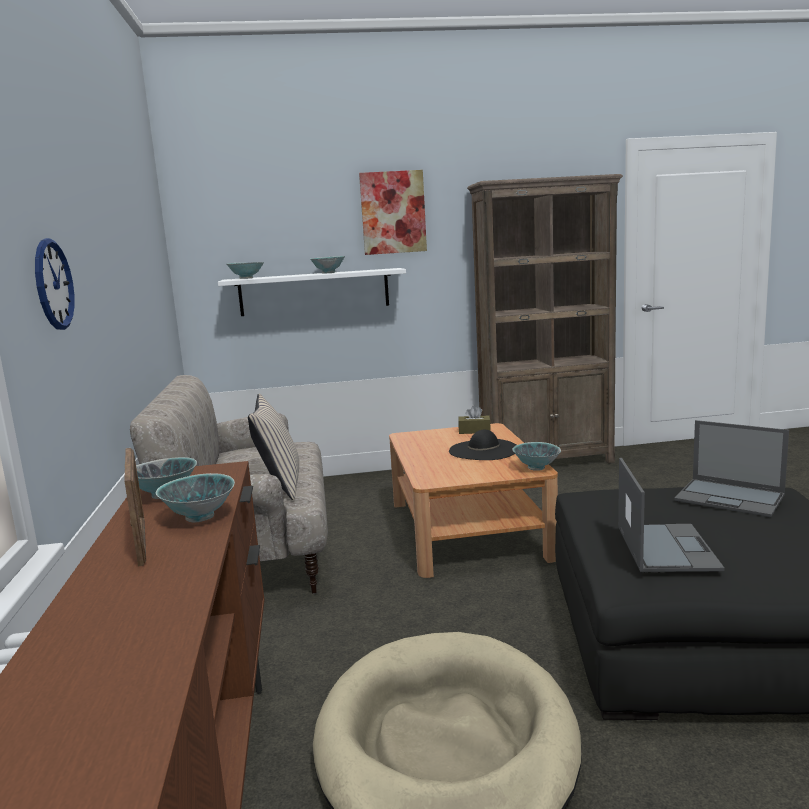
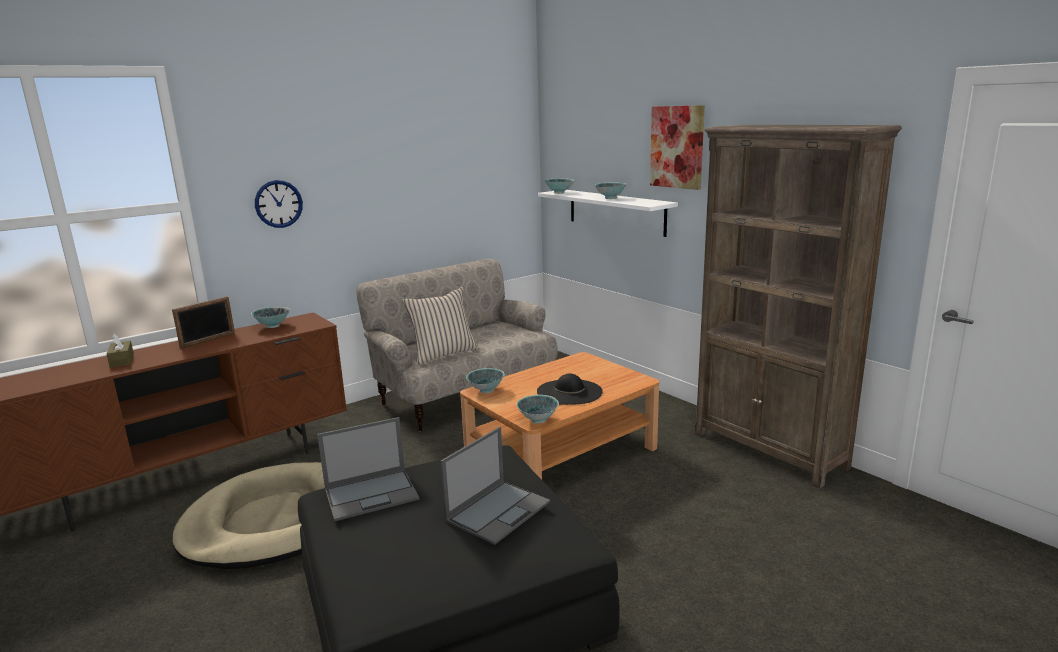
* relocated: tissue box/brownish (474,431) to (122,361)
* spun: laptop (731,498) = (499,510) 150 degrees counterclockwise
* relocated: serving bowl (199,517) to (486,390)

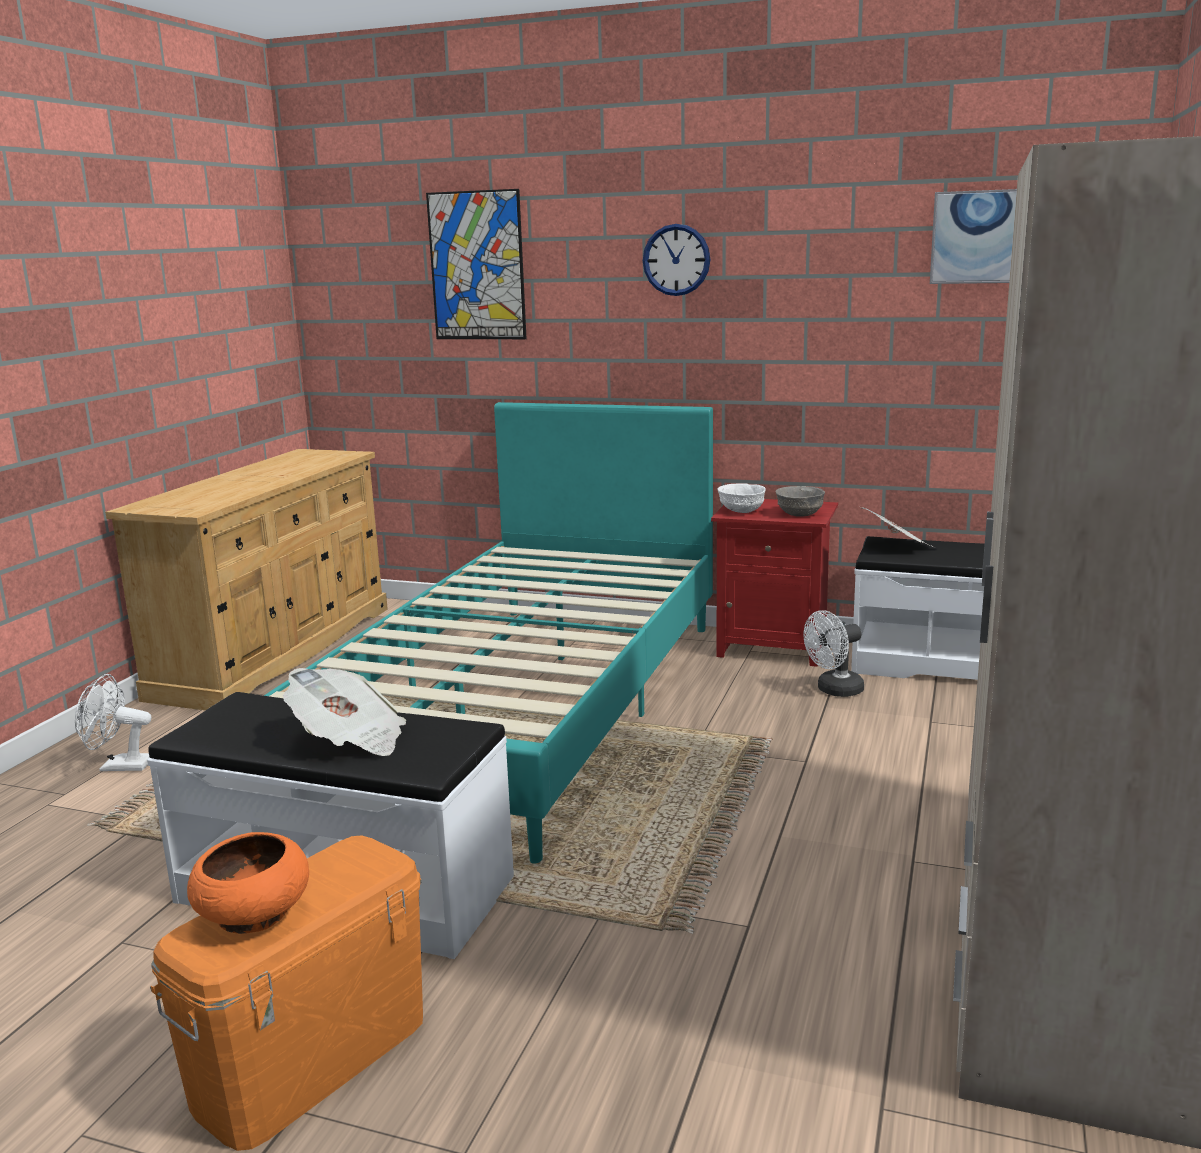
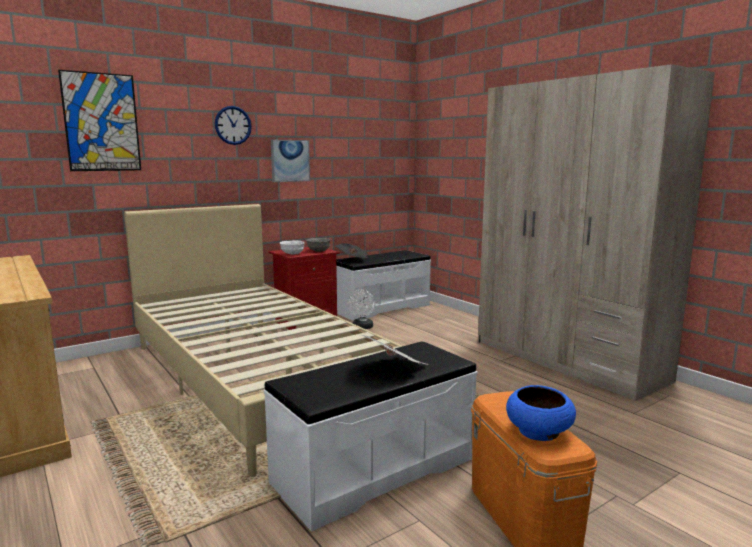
* relocated: wall picture (978,237) to (290,160)
* colour: sleeping bed/turquoise (524,706) to sleeping bed/beige-coloured (257,377)
* missing: electric fan/white-coloured (118,766)
* colour: serving bowl/orange (253,915) to serving bowl/blue (539,432)

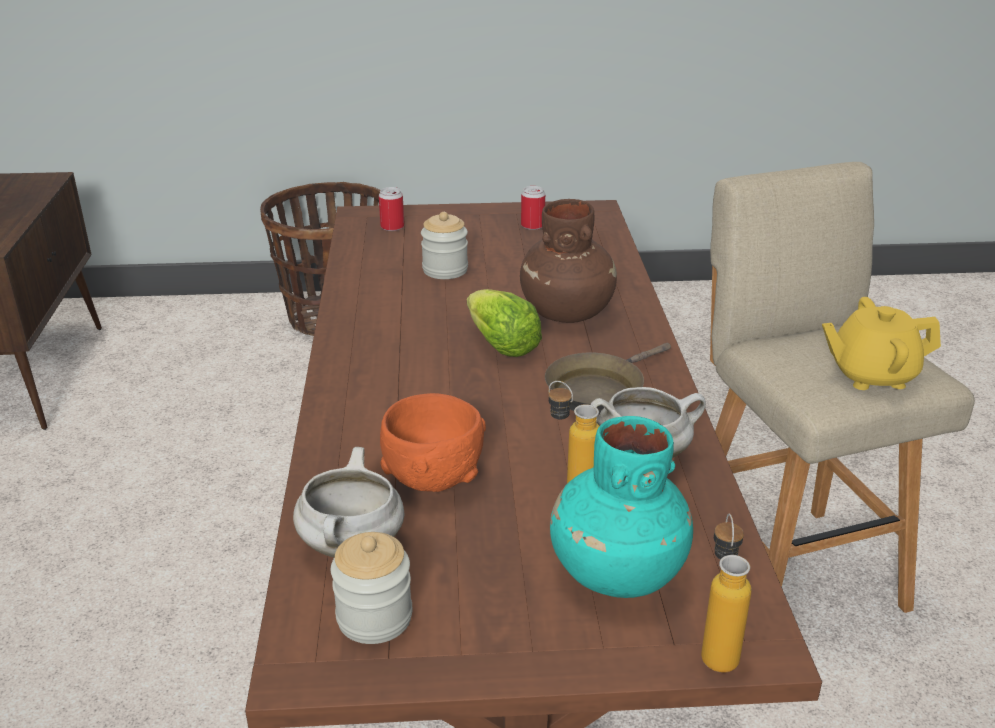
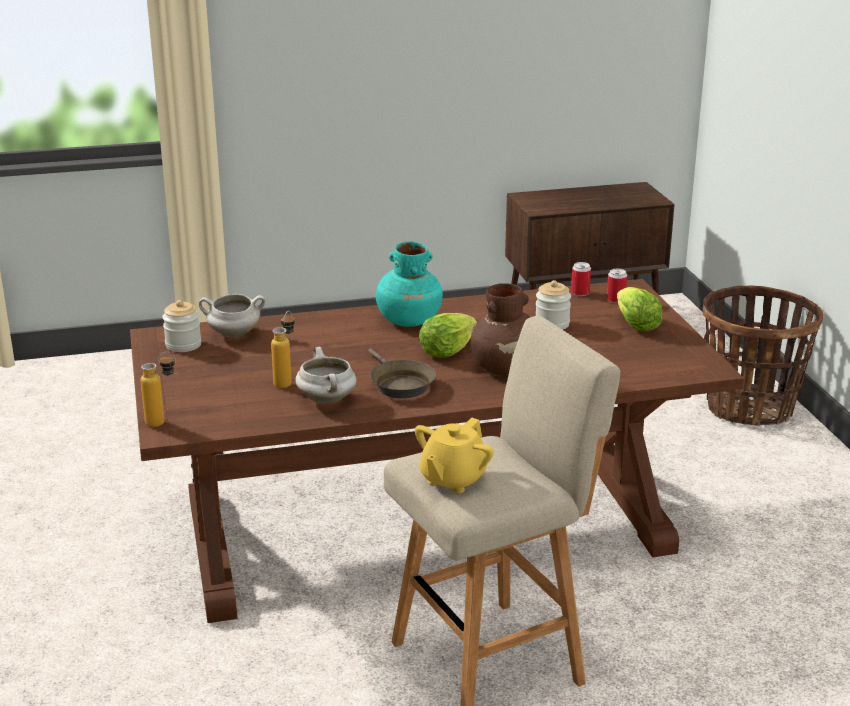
* relocated: can (532,226) to (580,293)
* spun: pot for tea/yellow-coloured (871,375) = (452,479) 135 degrees counterclockwise
* spun: skillet/brownish (599,391) = (399,384) 150 degrees counterclockwise
* missing: serving bowl/orange (433,478)
* relocated: flower vase/turquoise (616,573) to (408,320)
* appeared: lettuce head (636,325)

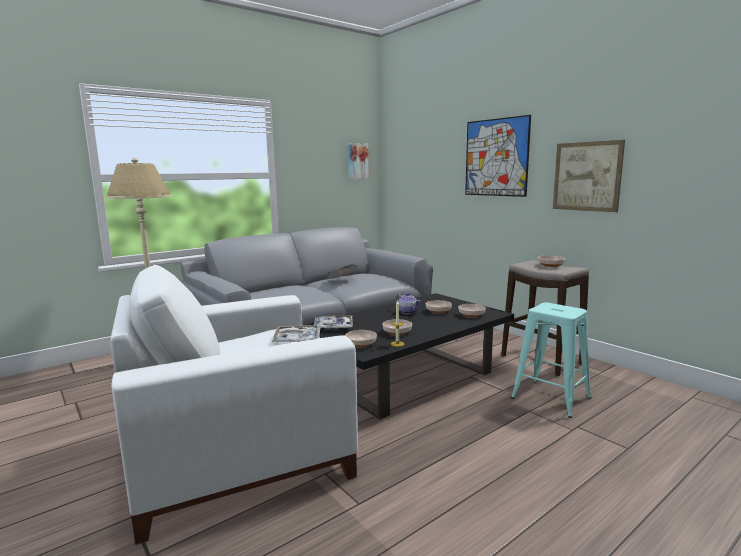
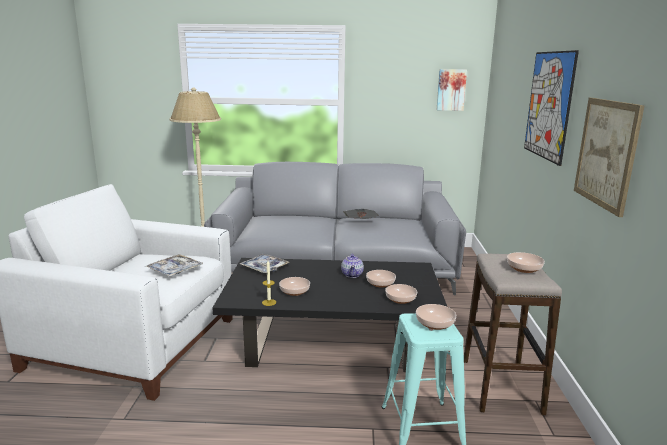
* relocated: serving bowl (360,344) to (434,323)

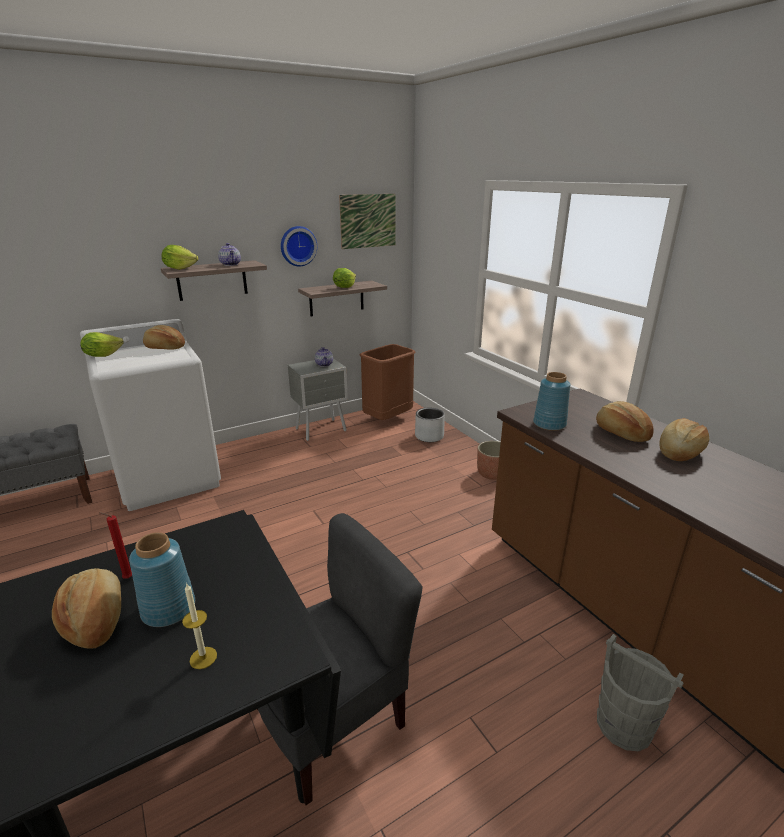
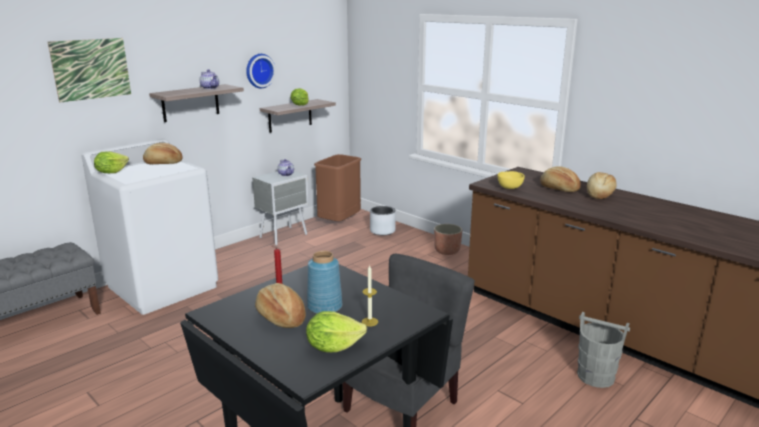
* relocated: wall picture (368,221) to (91,69)
* relocated: lettuce head (180,268) to (333,346)
* exchanged: flower vase/blue (550,424) to serving bowl/yellow-coloured (510,188)

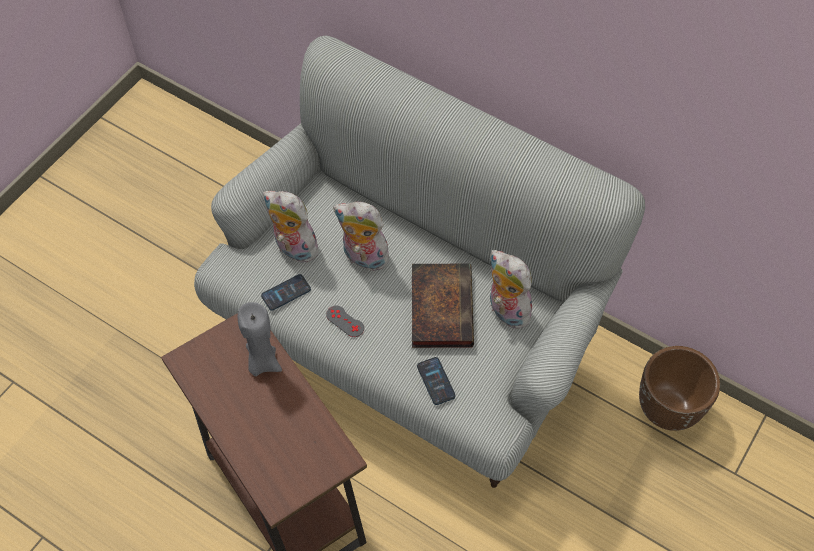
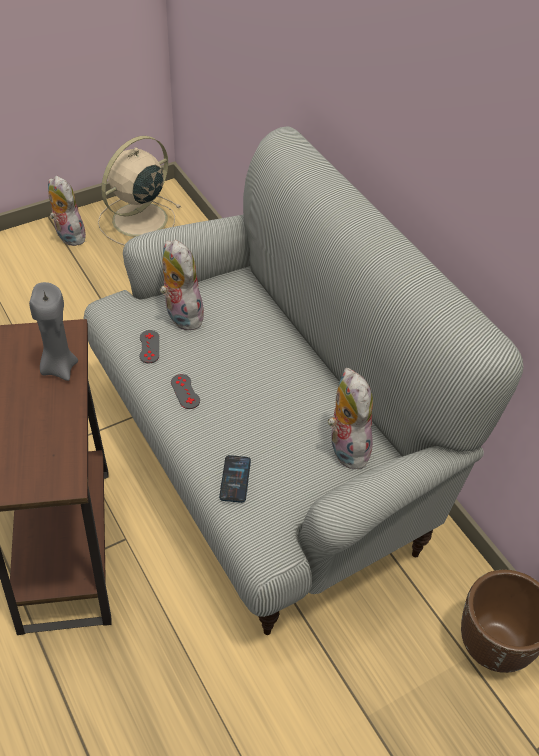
* relocated: cuddly toy (363,258) to (68,236)
* missing: volume (440,306)
* exchanged: handset (286,292) to game controller/grey (149,347)
* appeared: electric fan/beige-coloured (138,221)

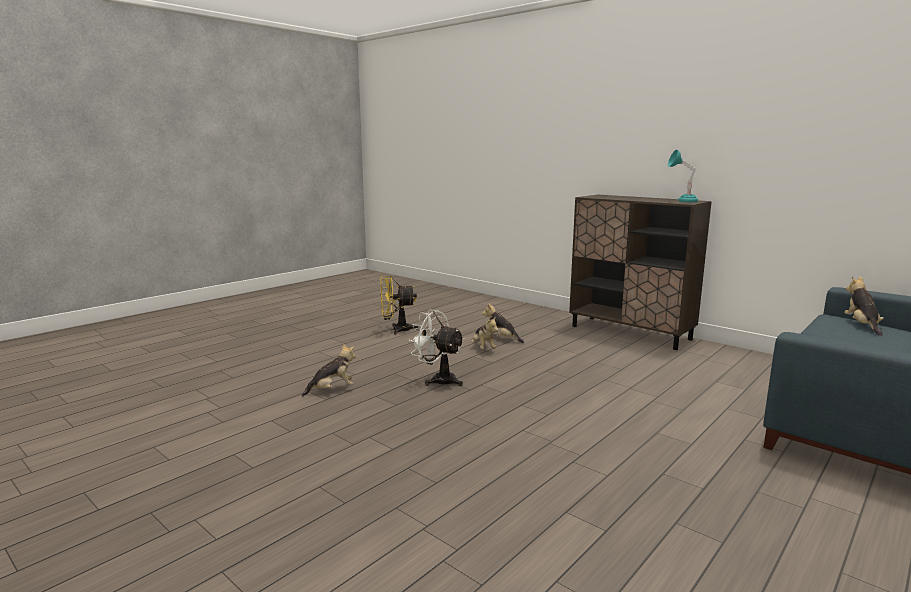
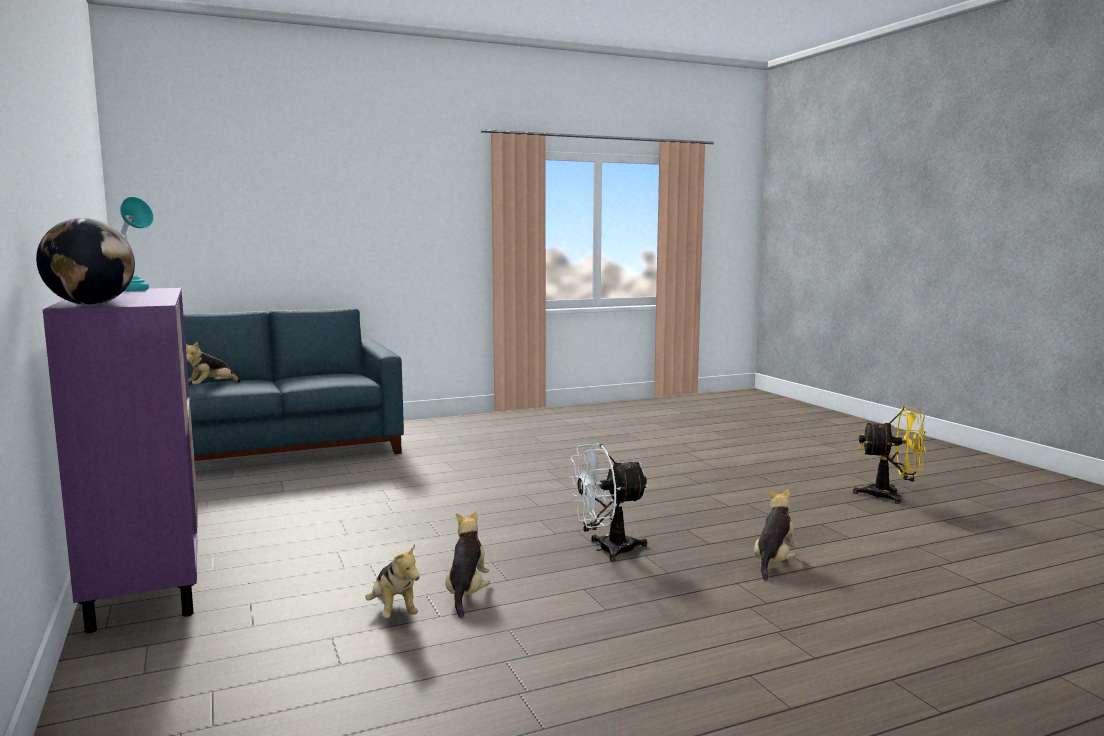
* colour: cupboard/brownish (630,333) to cupboard/purple (147,573)
* relocated: electric fan/yellow-coloured (396,330) to (891,496)
* spun: electric fan/white-coloured (438,379) = (606,550) 105 degrees clockwise
* spun: cuddly toy (332,390) = (774,562) 120 degrees clockwise
* appeared: globe (91,304)

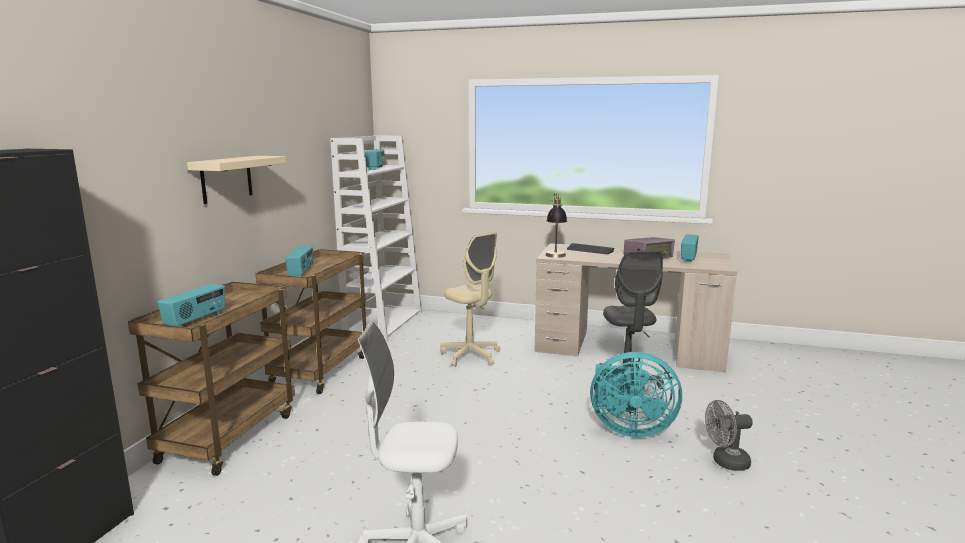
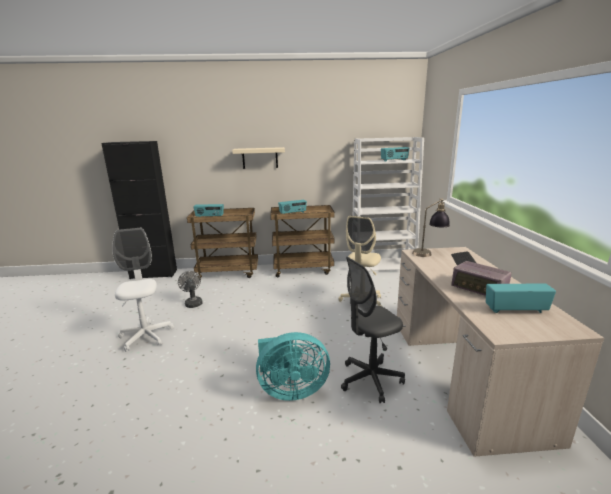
* spun: electric fan/turquoise (628,428) = (290,390) 90 degrees counterclockwise
* relocated: electric fan/grey (725,462) to (193,302)

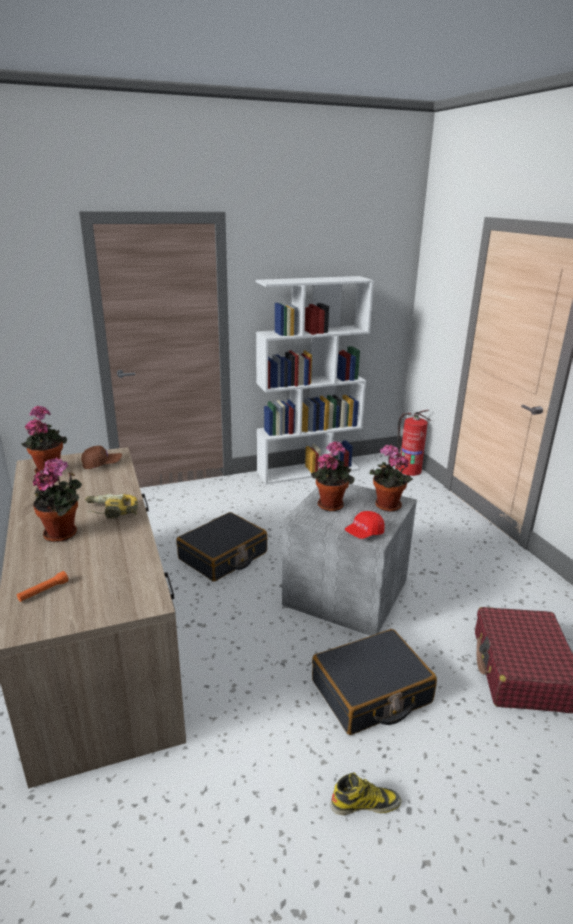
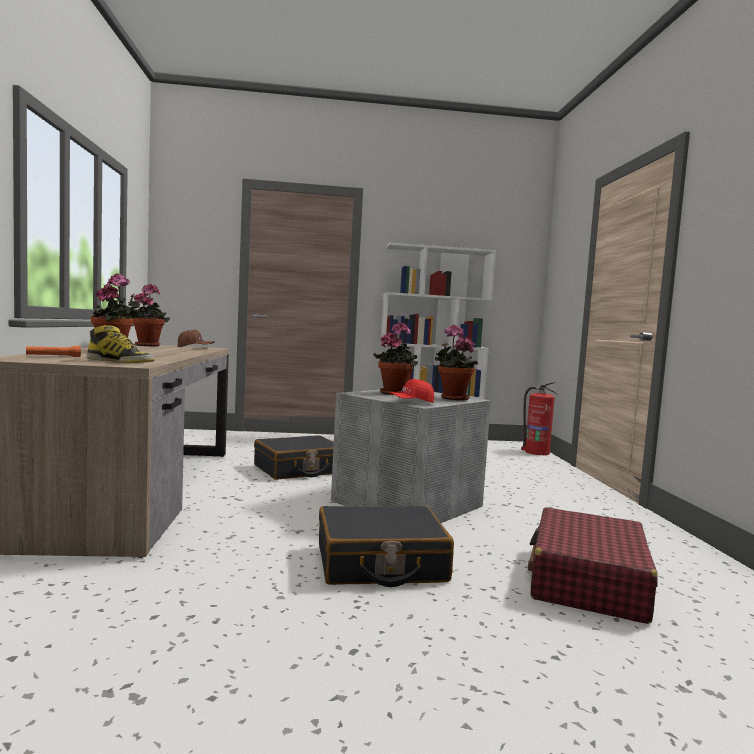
* missing: power drill (111,511)
* relocated: high-top boot (365,803) to (121,362)

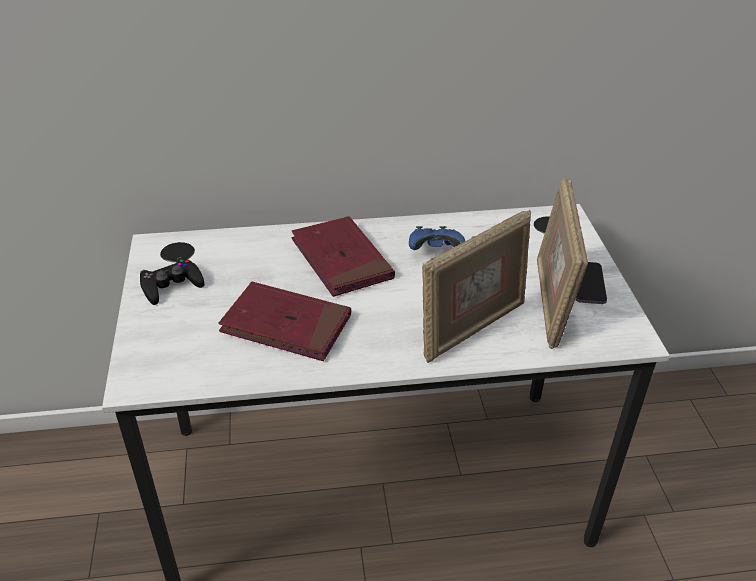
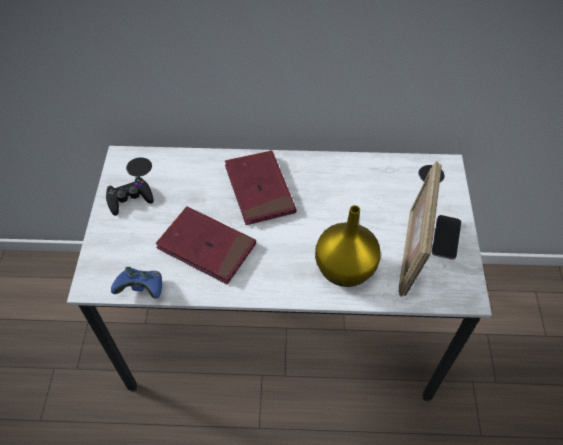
* exchanged: photo frame (472,328) to flower vase/yellow-coloured (344,268)
* relocated: game controller/blue (435,251) to (141,289)

